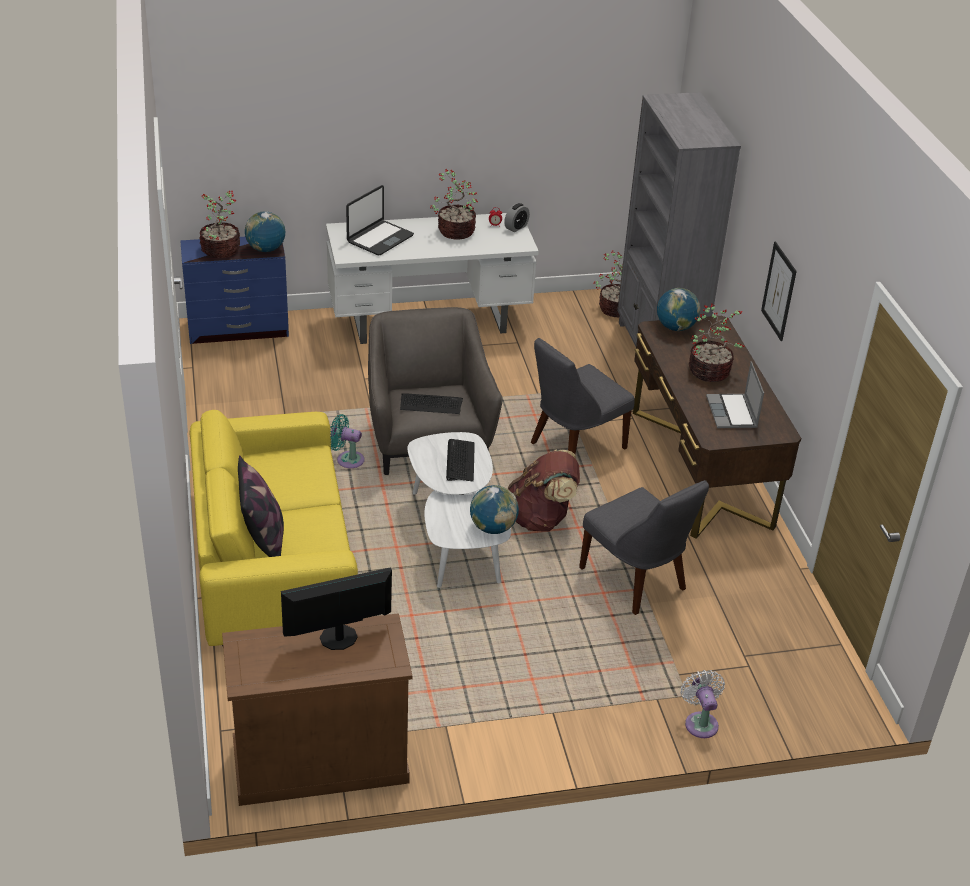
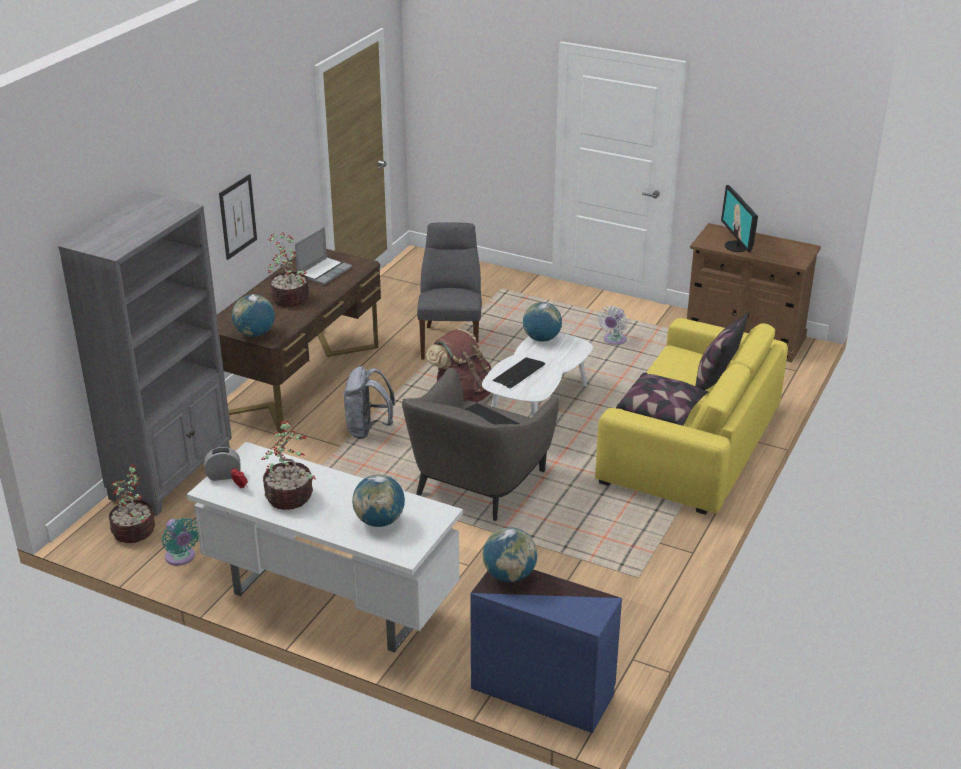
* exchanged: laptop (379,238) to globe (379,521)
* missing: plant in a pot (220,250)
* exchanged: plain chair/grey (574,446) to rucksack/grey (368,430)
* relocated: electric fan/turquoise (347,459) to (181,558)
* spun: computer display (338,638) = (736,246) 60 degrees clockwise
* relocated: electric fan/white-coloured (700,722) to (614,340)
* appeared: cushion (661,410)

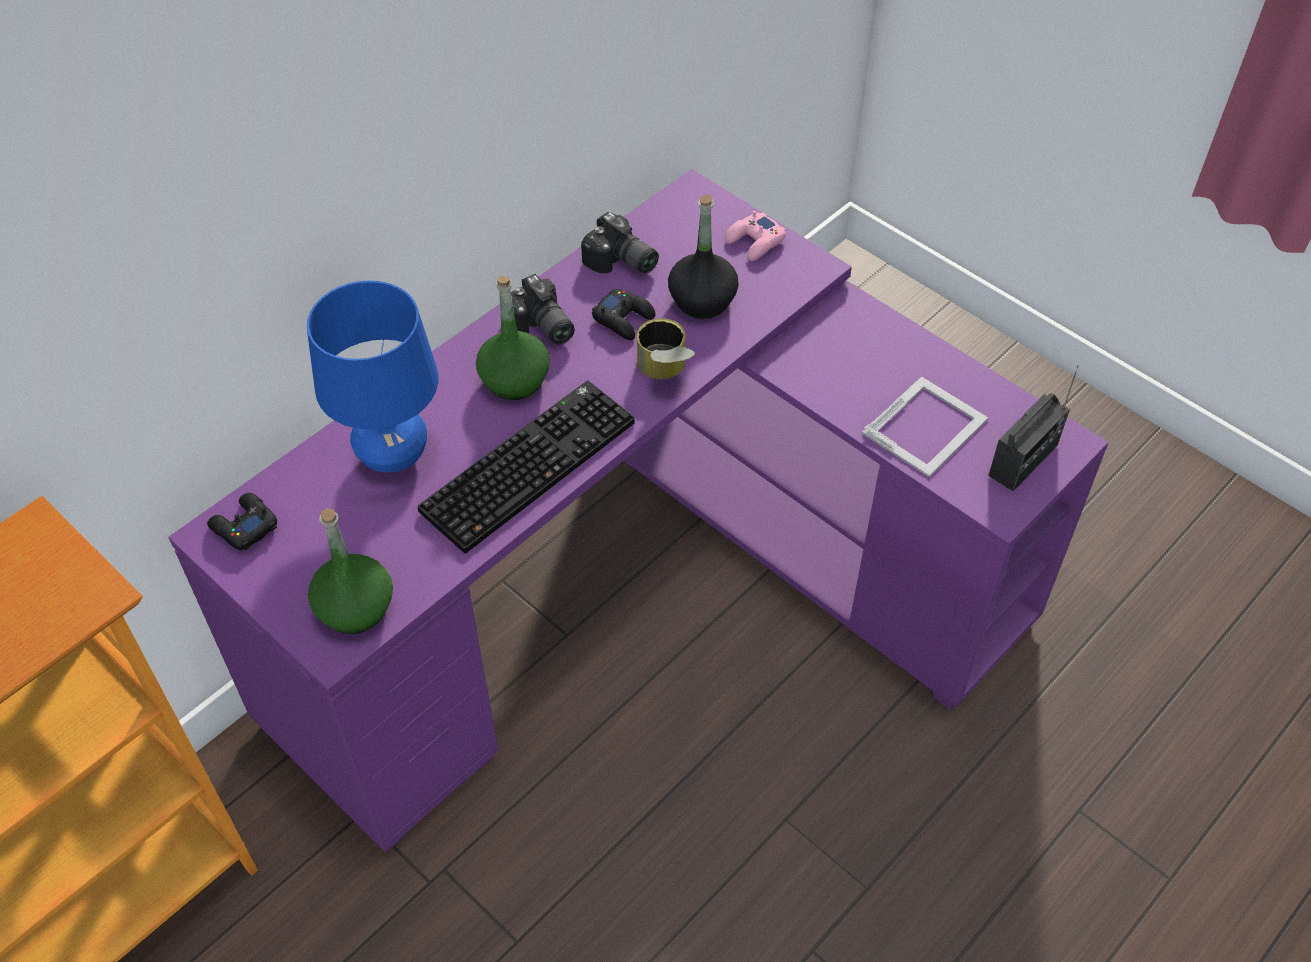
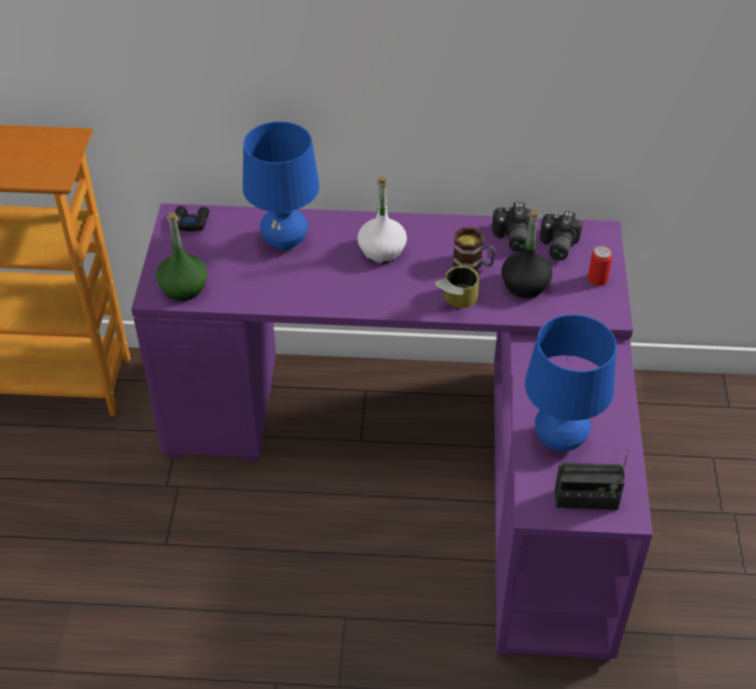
* exchanged: game controller/pink-coloured (755,242) to can (597,279)
* relocated: still camera (540,328) to (556,246)
* colour: beverage bottle/green (514,380) to beverage bottle/white-coloured (382,251)
* exchanged: game controller/black-coloured (624,319) to mug (473,264)
* exchanged: photo frame (926,426) to lamp for a table/blue (559,439)
* missing: computer keyboard (528,463)

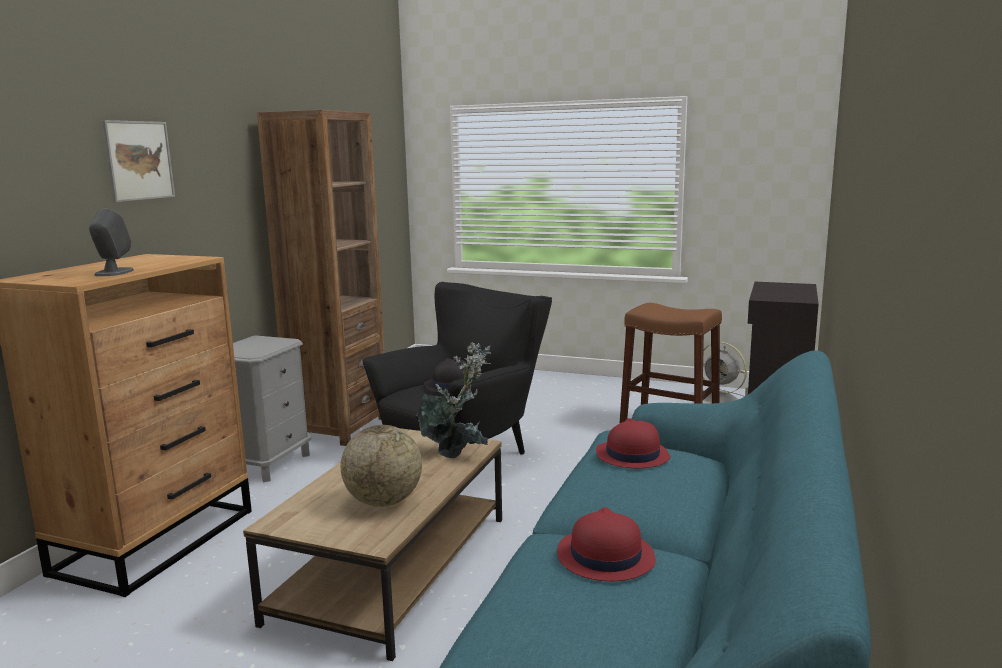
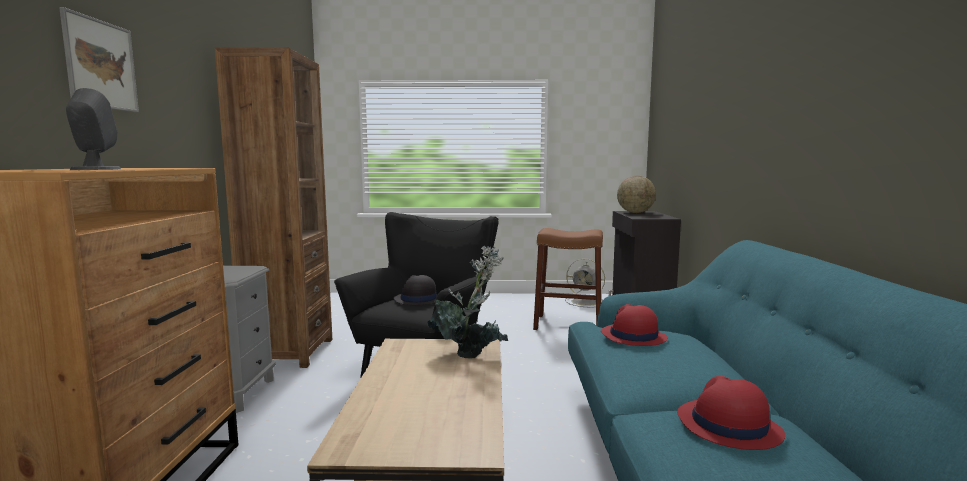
* relocated: globe (383,502) to (635,212)

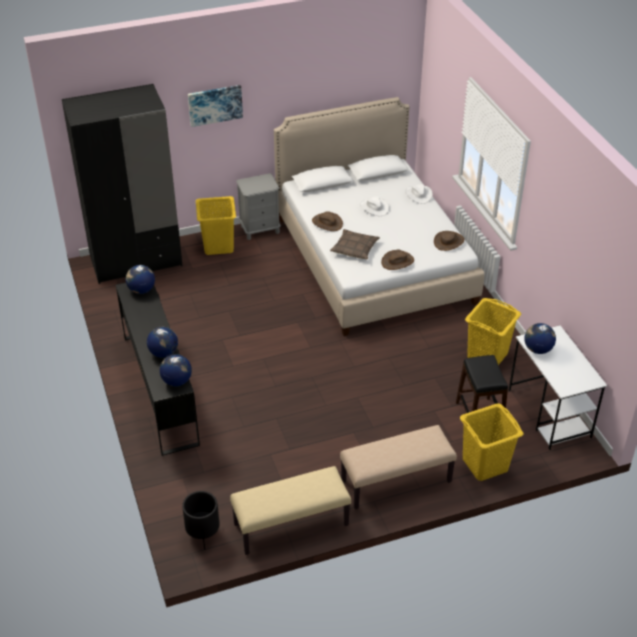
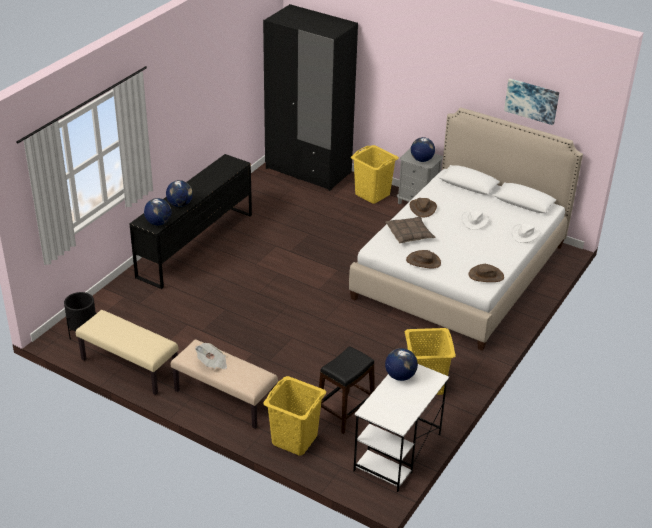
* relocated: wall picture (215,105) to (532,101)
* relocated: globe (141,290) to (421,160)
* appeared: newspaper (212,363)

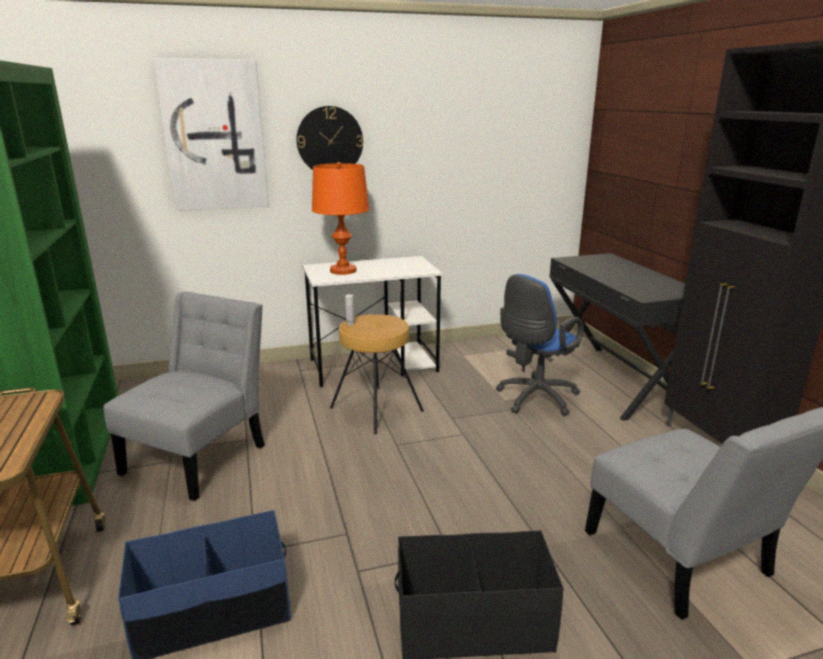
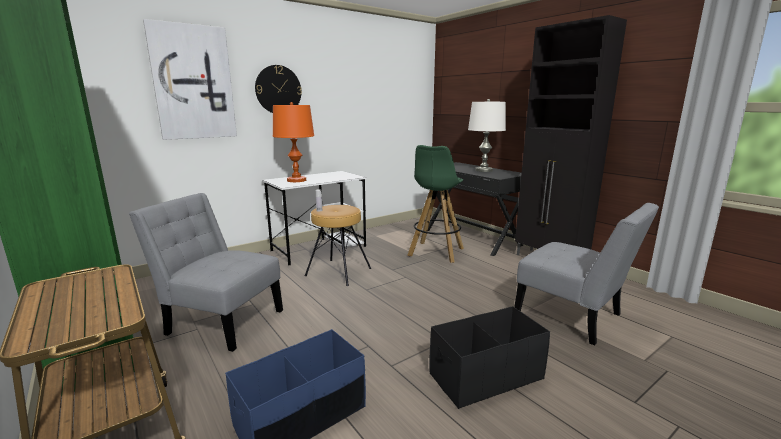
* exchanged: computer chair/blue (534,399) to stool/green (435,252)
* spun: plain chair/grey (200,456) = (221,321) 75 degrees counterclockwise
* appeared: lamp for a table/white-coloured (483,170)

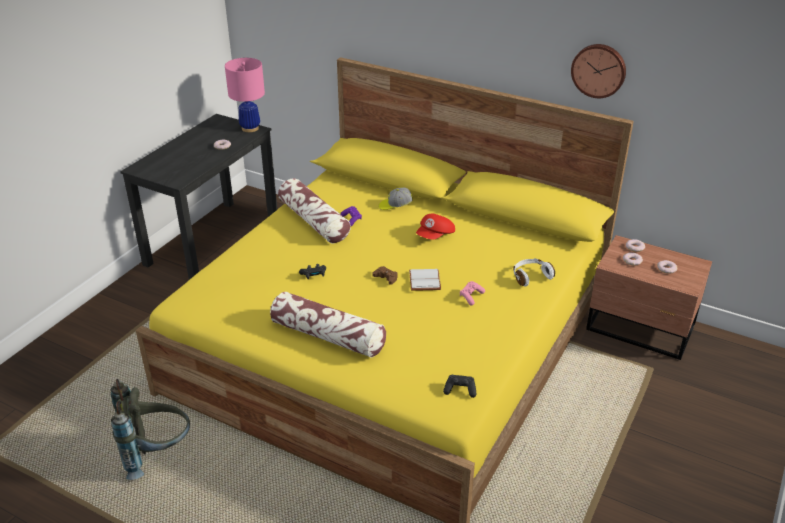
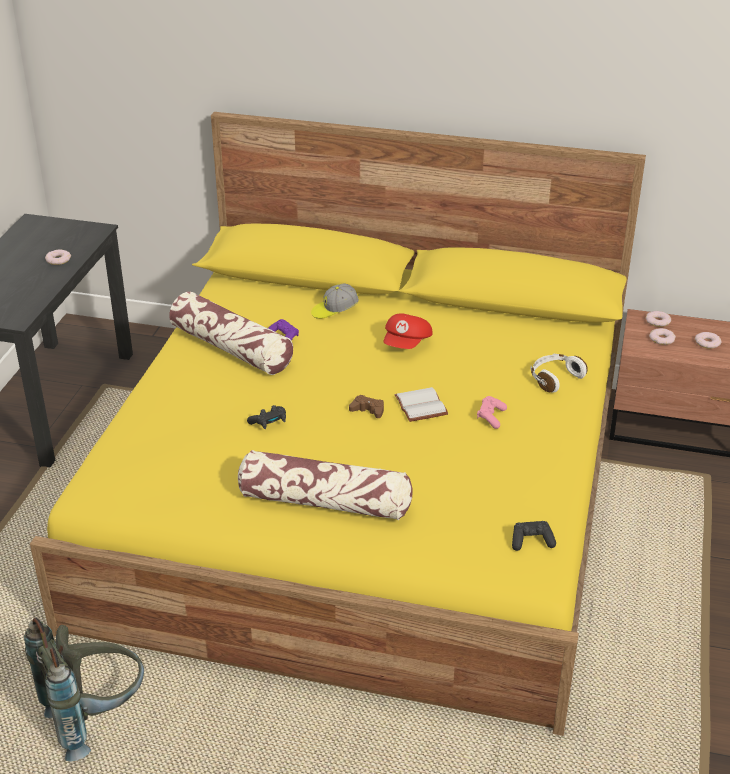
* missing: wall clock (599,70)
* missing: lamp for a table/pink-coloured (250,128)

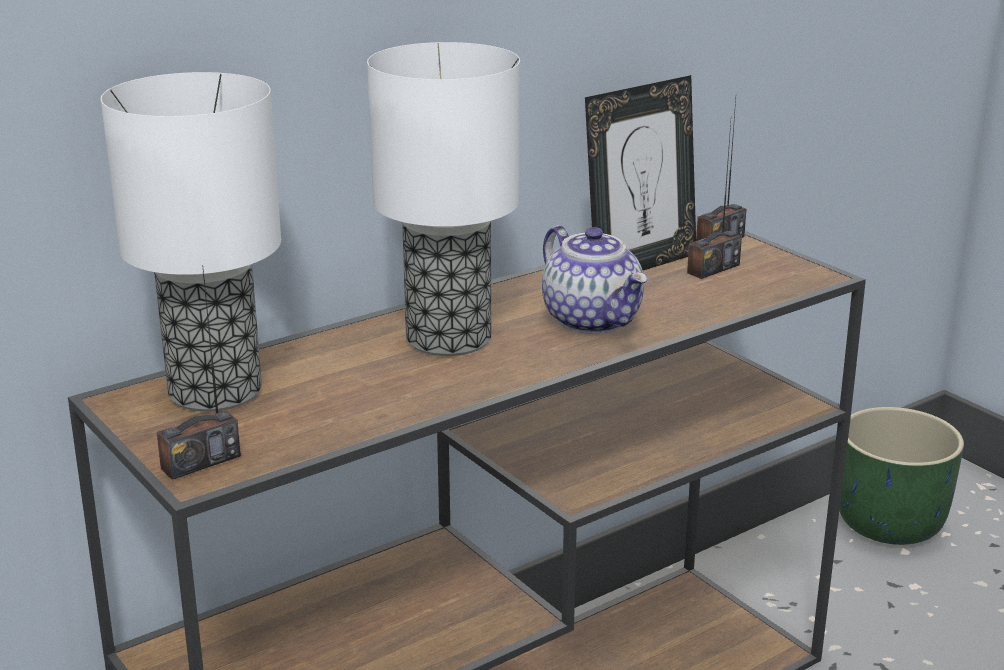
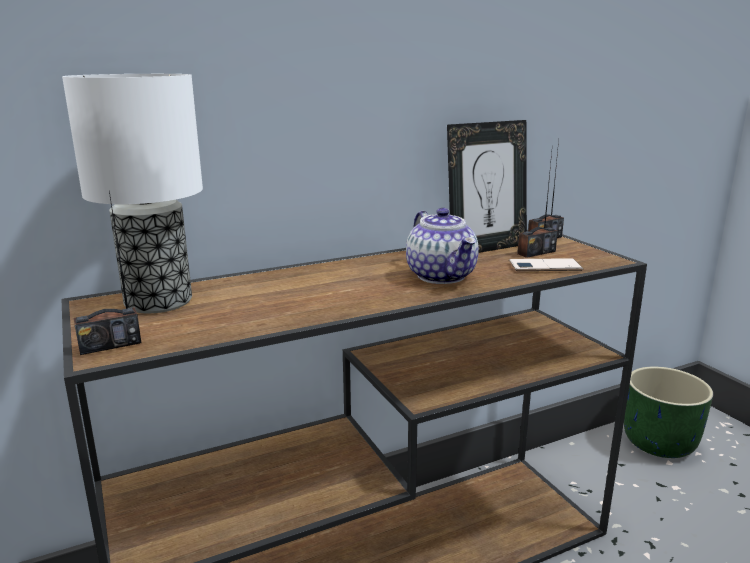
* missing: lamp for a table (450,337)
* appeared: handset (545,266)

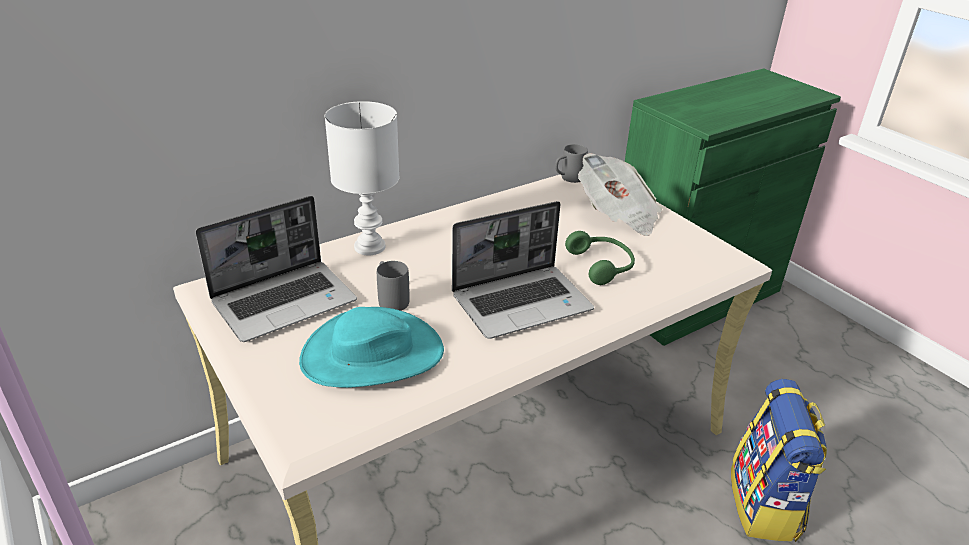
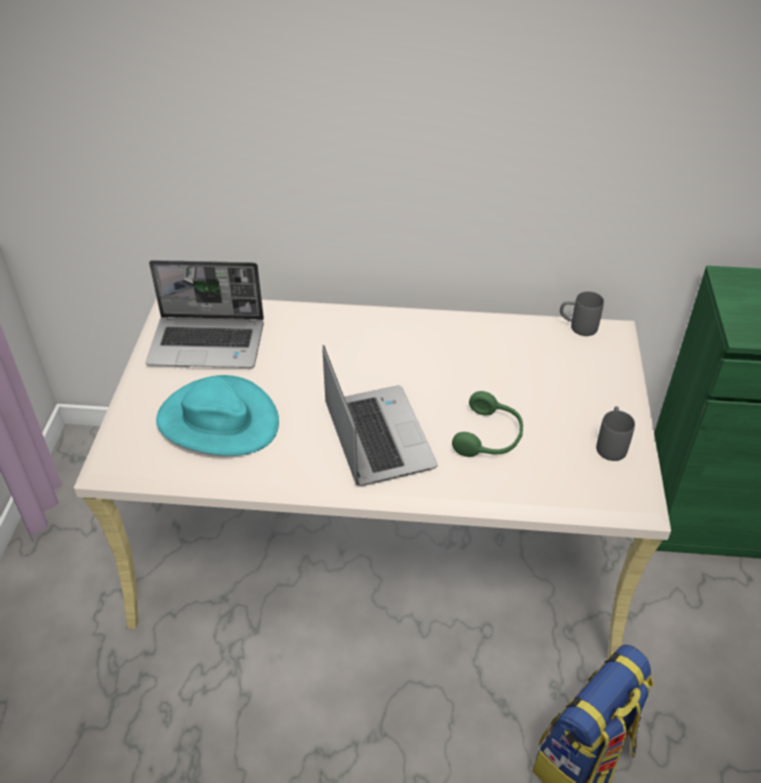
* missing: lamp for a table/white-coloured (370,246)
* missing: newspaper (618,215)
* spun: laptop (522,302) = (376,436) 120 degrees counterclockwise
* relocated: mug/grey (391,299) to (611,444)

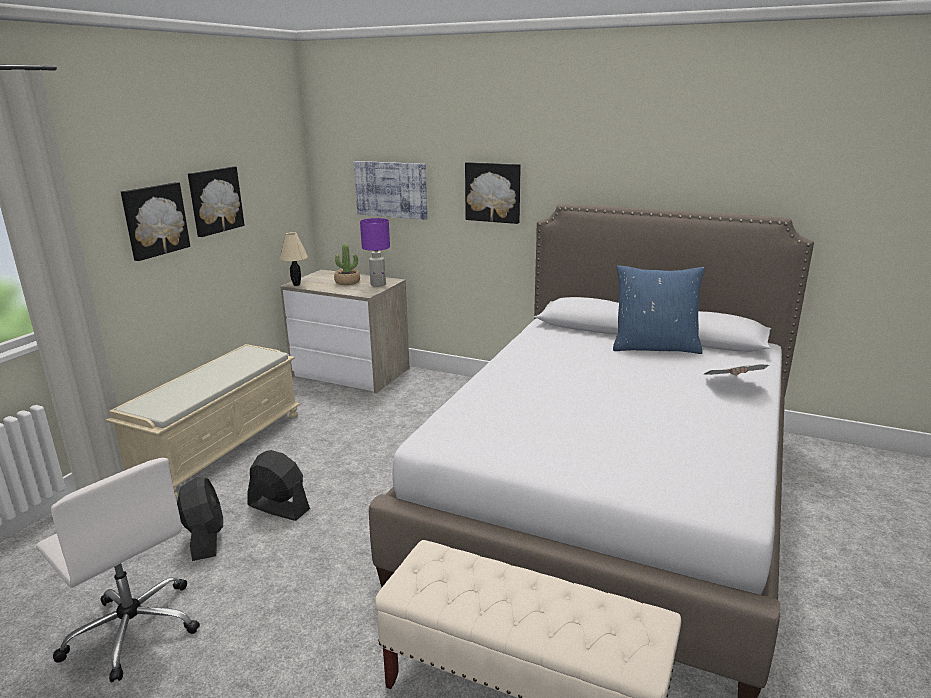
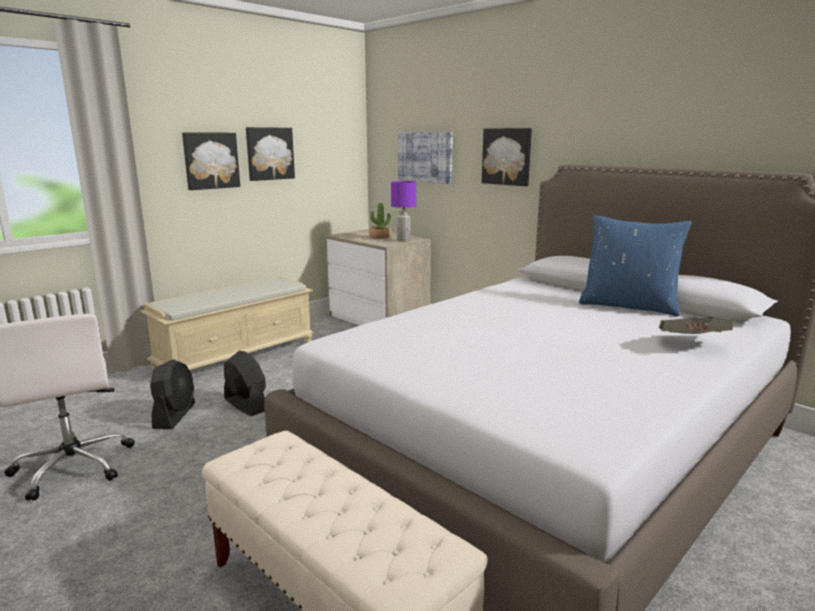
* missing: lamp for a table/beige-coloured (296,284)

